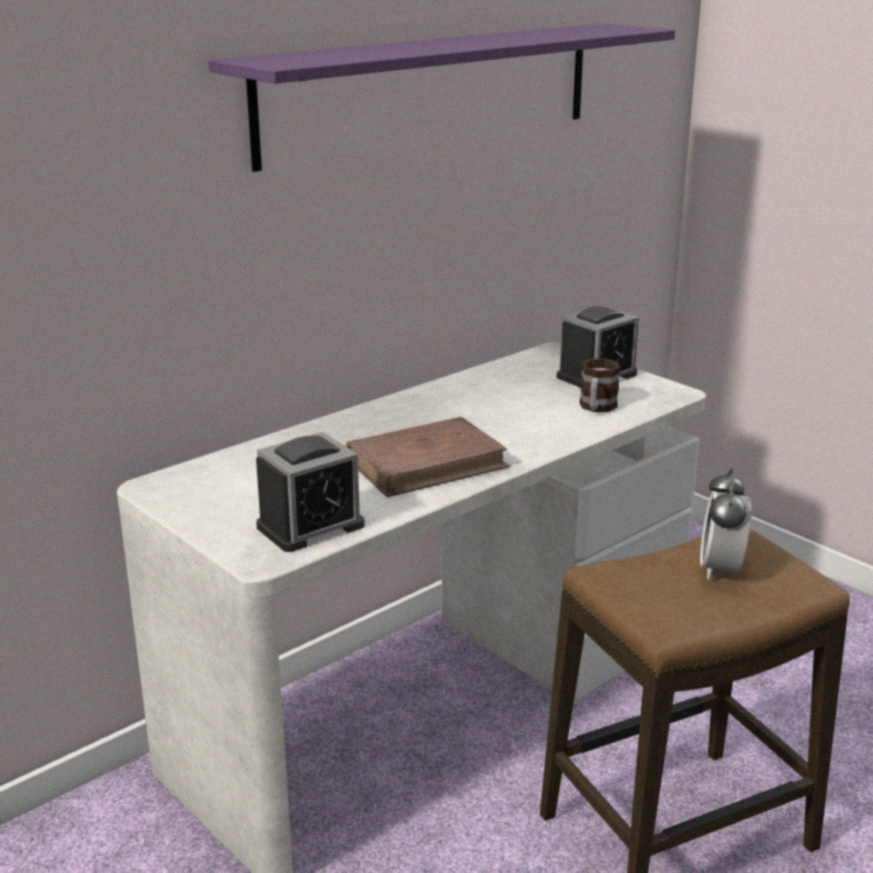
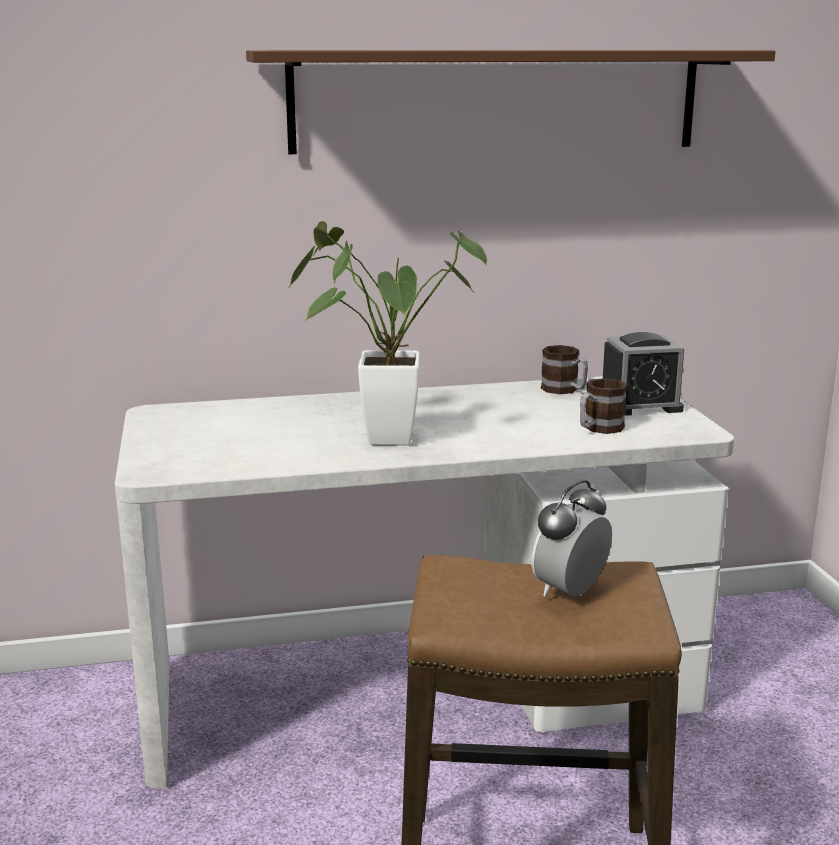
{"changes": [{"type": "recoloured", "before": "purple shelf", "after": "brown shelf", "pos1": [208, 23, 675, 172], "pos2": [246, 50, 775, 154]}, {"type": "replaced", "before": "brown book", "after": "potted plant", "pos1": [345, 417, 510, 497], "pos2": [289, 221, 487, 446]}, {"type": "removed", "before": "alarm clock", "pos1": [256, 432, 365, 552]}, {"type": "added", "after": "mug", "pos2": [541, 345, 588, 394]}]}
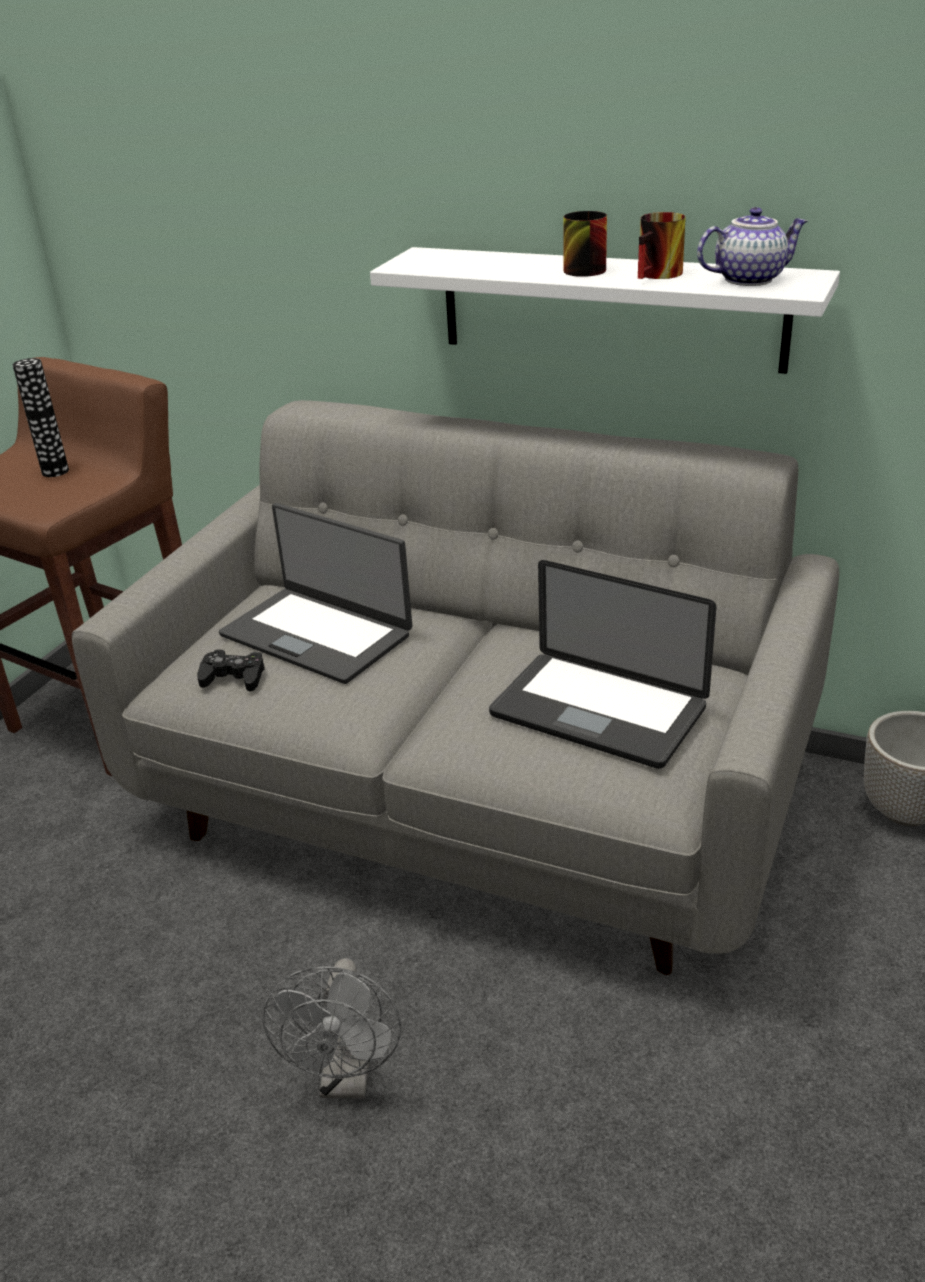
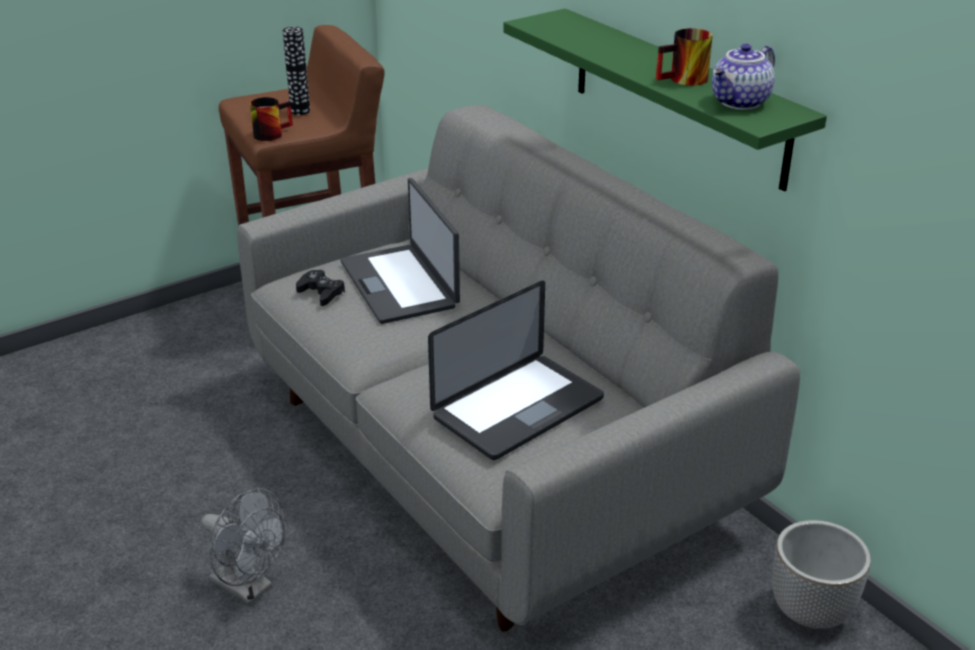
{"changes": [{"type": "turned", "before": "teapot", "pos1": [697, 207, 808, 286], "pos2": [712, 44, 775, 110], "turn": 120}, {"type": "moved", "before": "mug", "pos1": [563, 211, 607, 277], "pos2": [250, 97, 293, 141]}, {"type": "recoloured", "before": "white shelf", "after": "green shelf", "pos1": [370, 247, 840, 374], "pos2": [503, 8, 827, 191]}, {"type": "turned", "before": "laptop", "pos1": [489, 560, 716, 769], "pos2": [428, 281, 604, 460], "turn": -105}, {"type": "turned", "before": "grey fan", "pos1": [263, 958, 401, 1099], "pos2": [201, 488, 285, 604], "turn": -90}]}
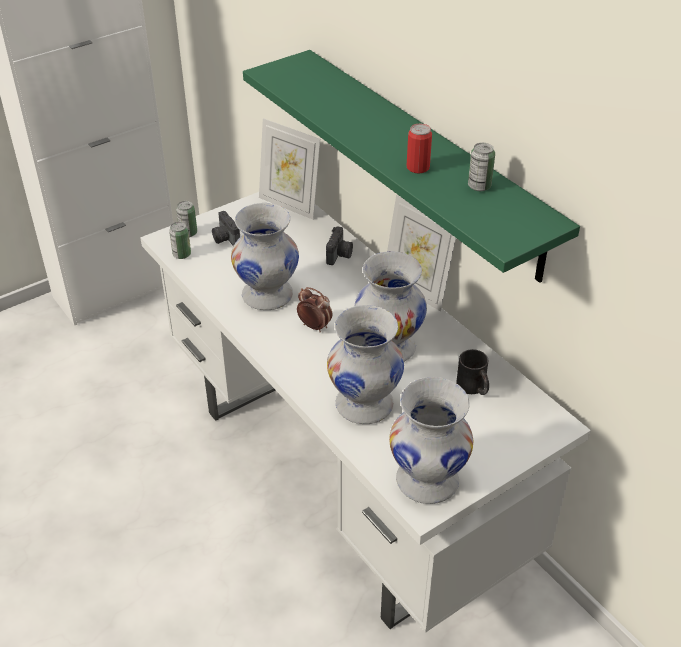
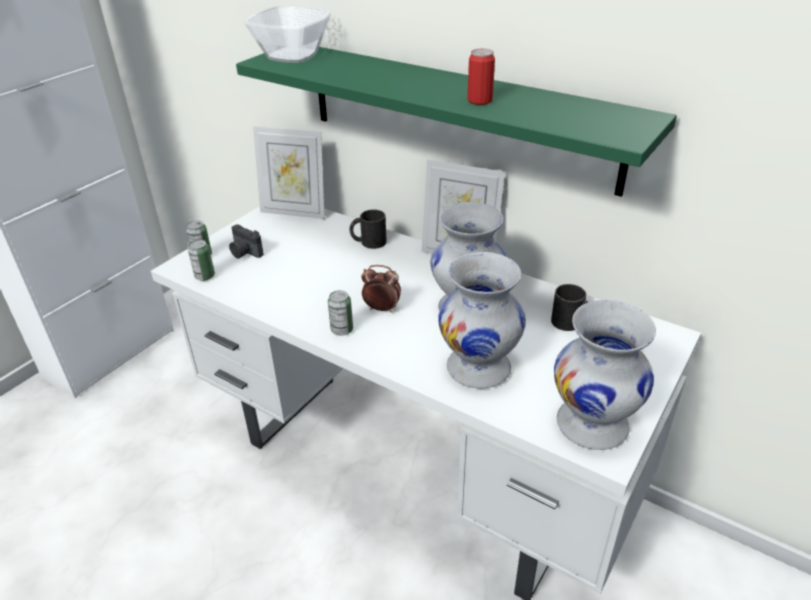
{"changes": [{"type": "moved", "before": "can", "pos1": [468, 143, 495, 191], "pos2": [328, 290, 353, 335]}, {"type": "removed", "before": "white vase", "pos1": [231, 203, 299, 310]}, {"type": "replaced", "before": "photo camera", "after": "black mug", "pos1": [326, 226, 353, 265], "pos2": [350, 209, 387, 249]}, {"type": "added", "after": "bowl", "pos2": [244, 6, 331, 63]}]}
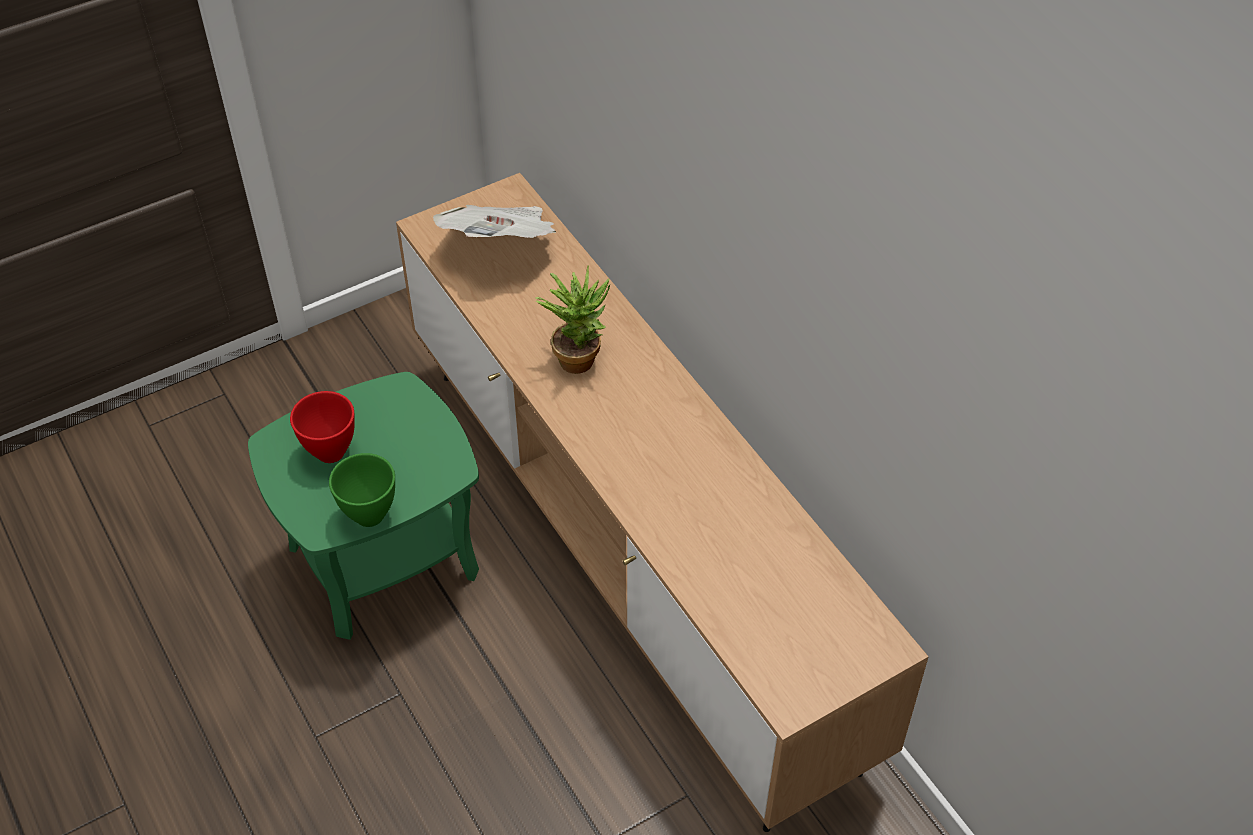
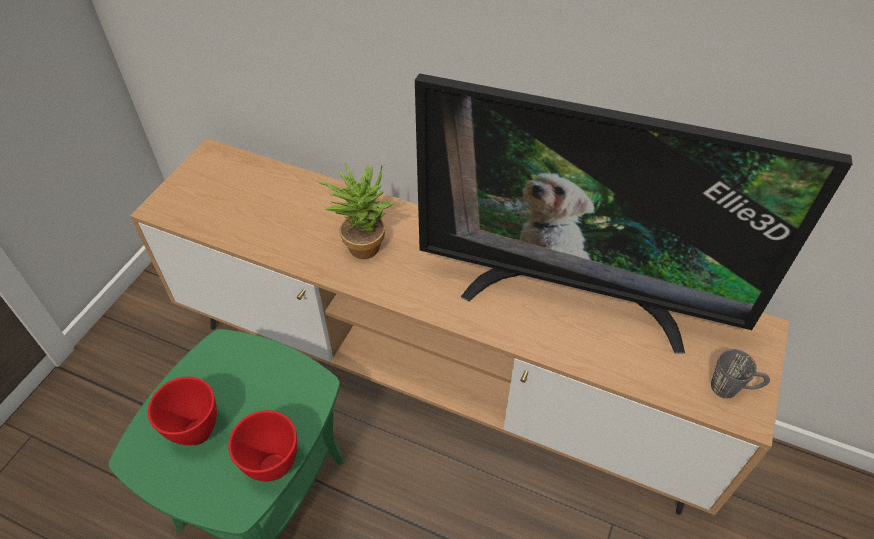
{"changes": [{"type": "removed", "before": "newspaper", "pos1": [433, 205, 556, 238]}, {"type": "recoloured", "before": "green bowl", "after": "red bowl", "pos1": [329, 453, 395, 527], "pos2": [228, 410, 297, 482]}, {"type": "added", "after": "television", "pos2": [415, 73, 853, 354]}, {"type": "added", "after": "grey mug", "pos2": [711, 349, 770, 398]}]}
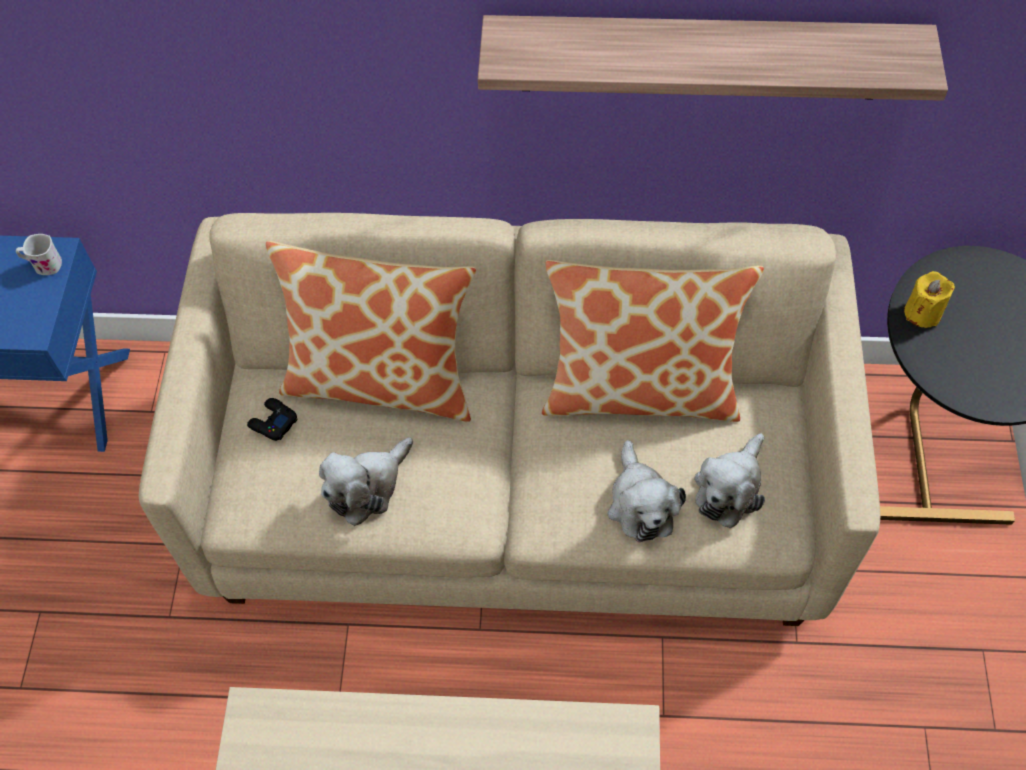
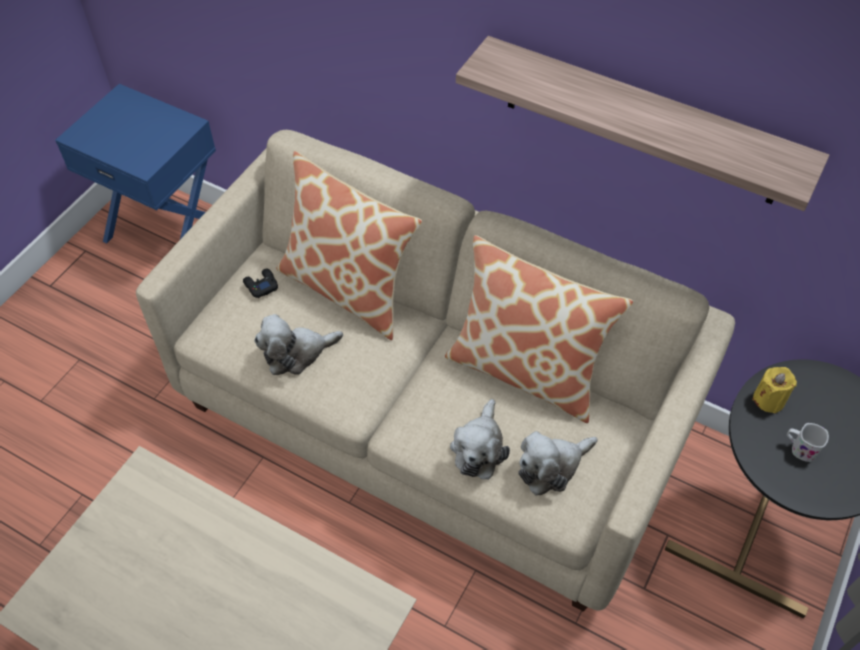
{"changes": [{"type": "moved", "before": "white mug", "pos1": [16, 234, 62, 275], "pos2": [787, 423, 829, 462]}]}
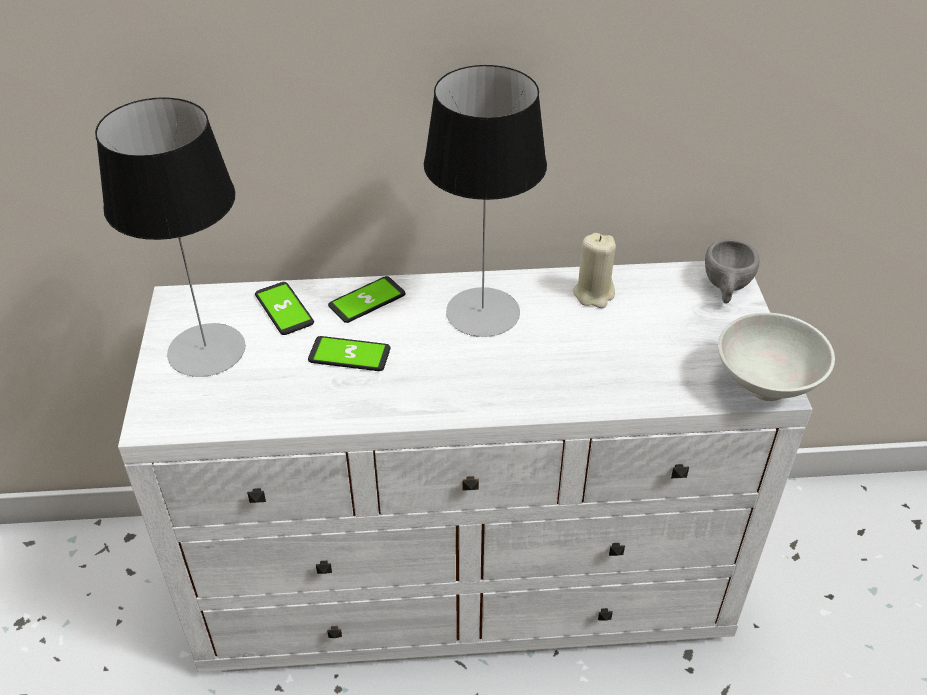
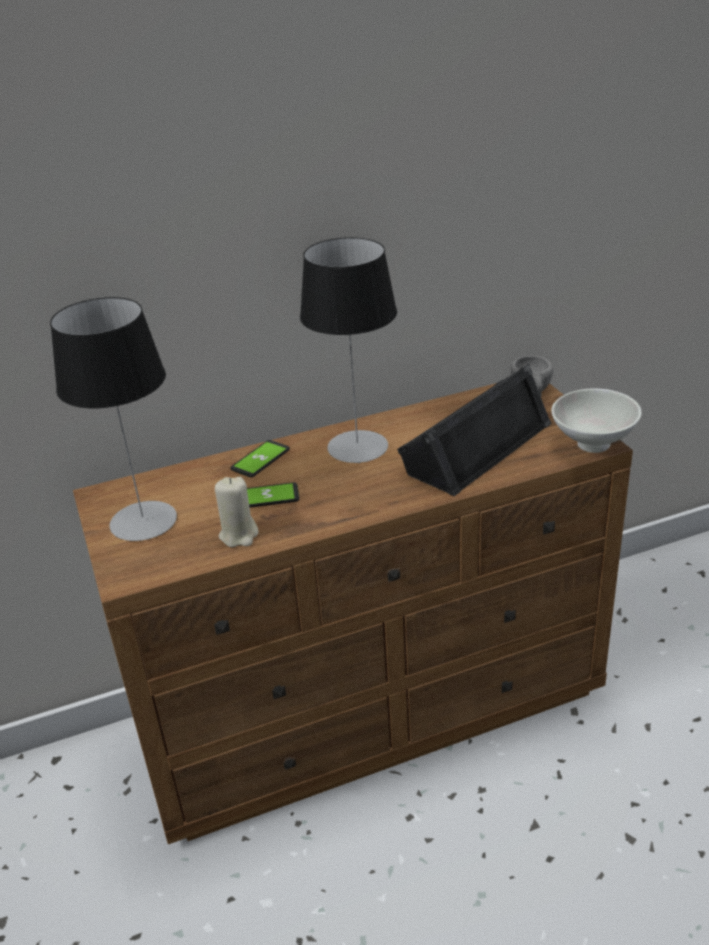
{"changes": [{"type": "moved", "before": "beige candle", "pos1": [573, 233, 616, 308], "pos2": [215, 477, 258, 547]}, {"type": "recoloured", "before": "white dresser", "after": "brown dresser", "pos1": [118, 261, 812, 672], "pos2": [73, 383, 633, 844]}, {"type": "removed", "before": "phone", "pos1": [255, 282, 314, 335]}, {"type": "added", "after": "black speaker", "pos2": [397, 363, 552, 496]}]}
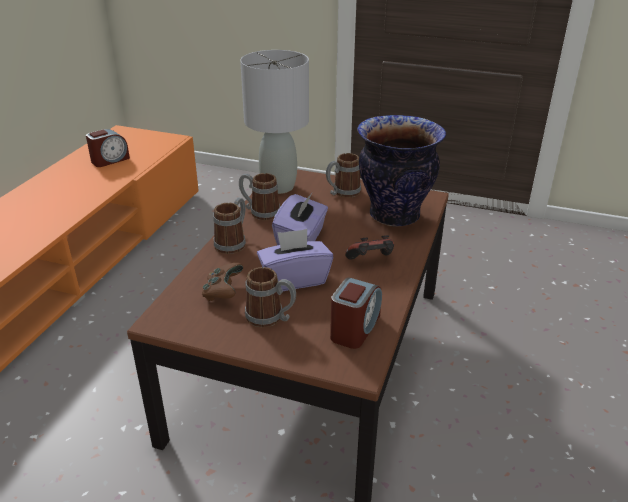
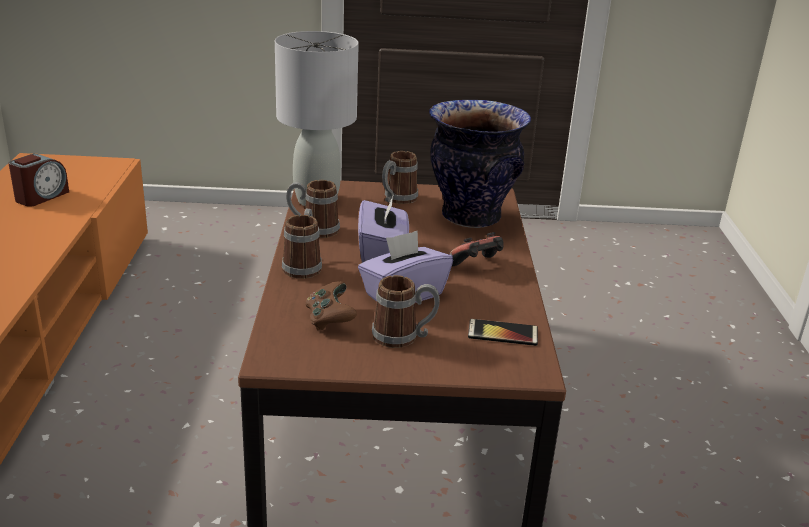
{"changes": [{"type": "replaced", "before": "alarm clock", "after": "phone", "pos1": [330, 277, 382, 349], "pos2": [468, 319, 538, 346]}]}
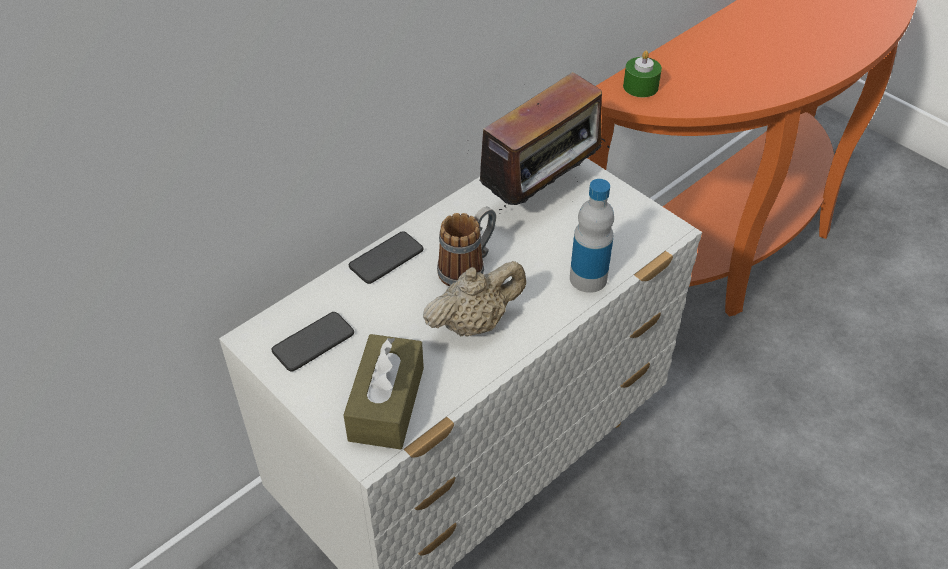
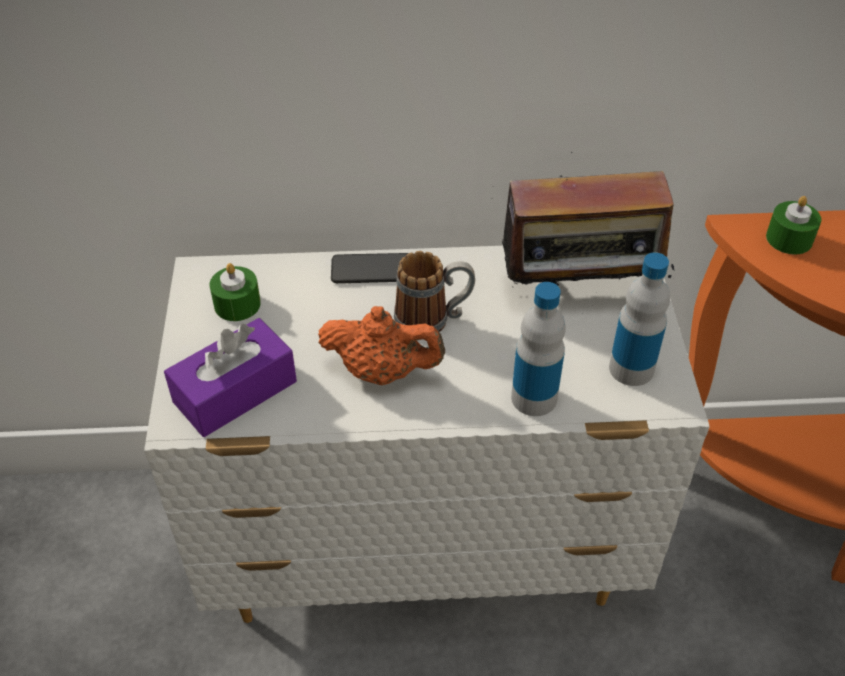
{"changes": [{"type": "recoloured", "before": "beige teapot", "after": "orange teapot", "pos1": [423, 261, 526, 336], "pos2": [318, 306, 445, 385]}, {"type": "replaced", "before": "phone", "after": "green candle", "pos1": [272, 312, 354, 372], "pos2": [209, 263, 261, 321]}, {"type": "recoloured", "before": "brown tissue box", "after": "purple tissue box", "pos1": [343, 334, 424, 449], "pos2": [164, 318, 297, 437]}, {"type": "added", "after": "bottle", "pos2": [609, 252, 670, 386]}]}
